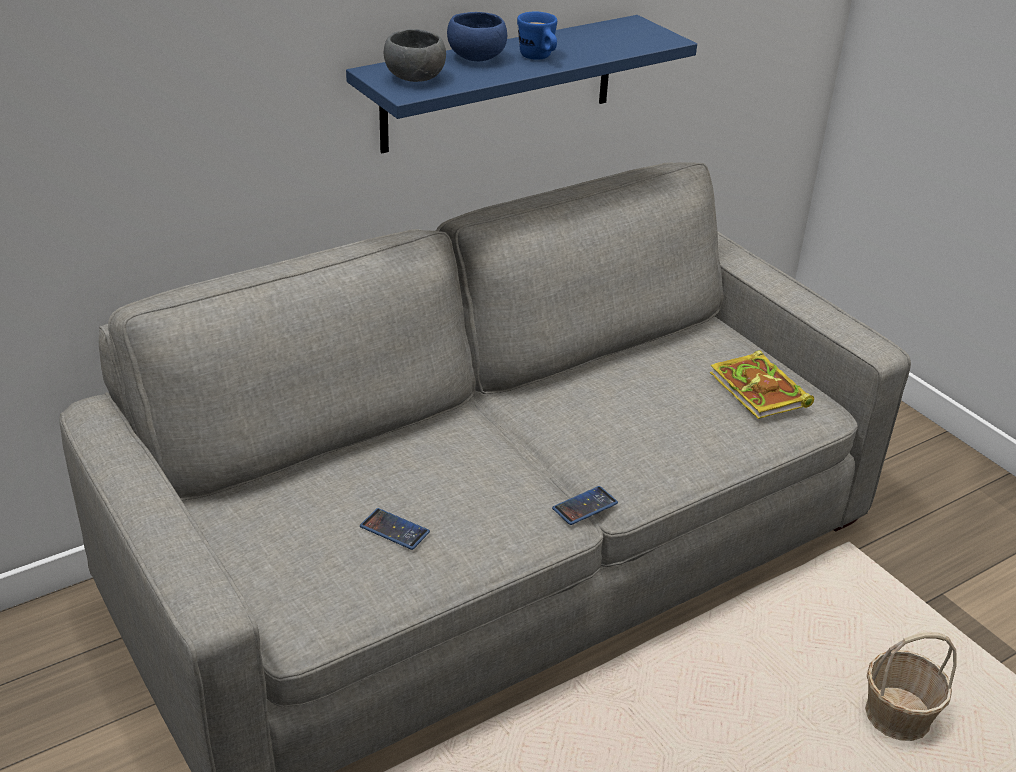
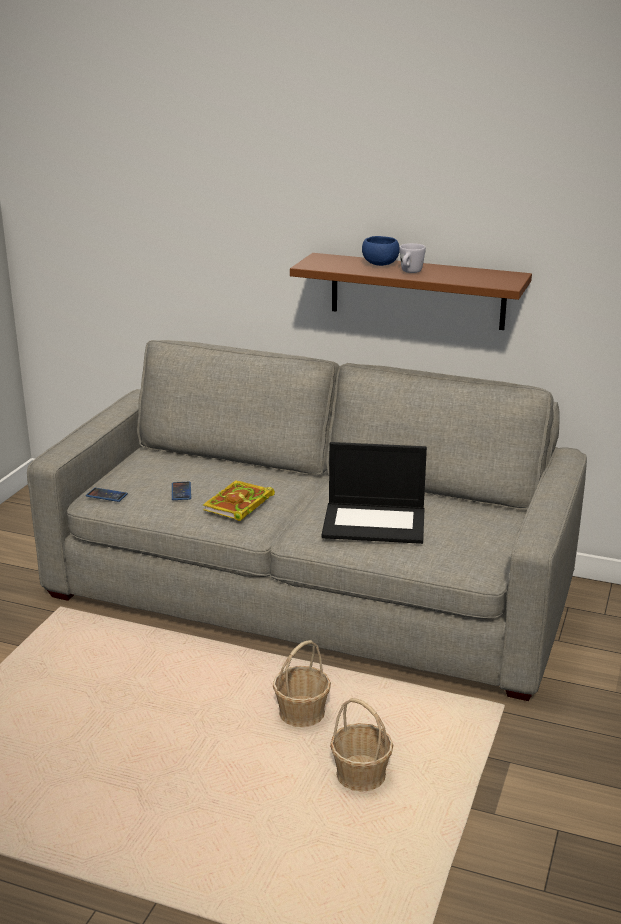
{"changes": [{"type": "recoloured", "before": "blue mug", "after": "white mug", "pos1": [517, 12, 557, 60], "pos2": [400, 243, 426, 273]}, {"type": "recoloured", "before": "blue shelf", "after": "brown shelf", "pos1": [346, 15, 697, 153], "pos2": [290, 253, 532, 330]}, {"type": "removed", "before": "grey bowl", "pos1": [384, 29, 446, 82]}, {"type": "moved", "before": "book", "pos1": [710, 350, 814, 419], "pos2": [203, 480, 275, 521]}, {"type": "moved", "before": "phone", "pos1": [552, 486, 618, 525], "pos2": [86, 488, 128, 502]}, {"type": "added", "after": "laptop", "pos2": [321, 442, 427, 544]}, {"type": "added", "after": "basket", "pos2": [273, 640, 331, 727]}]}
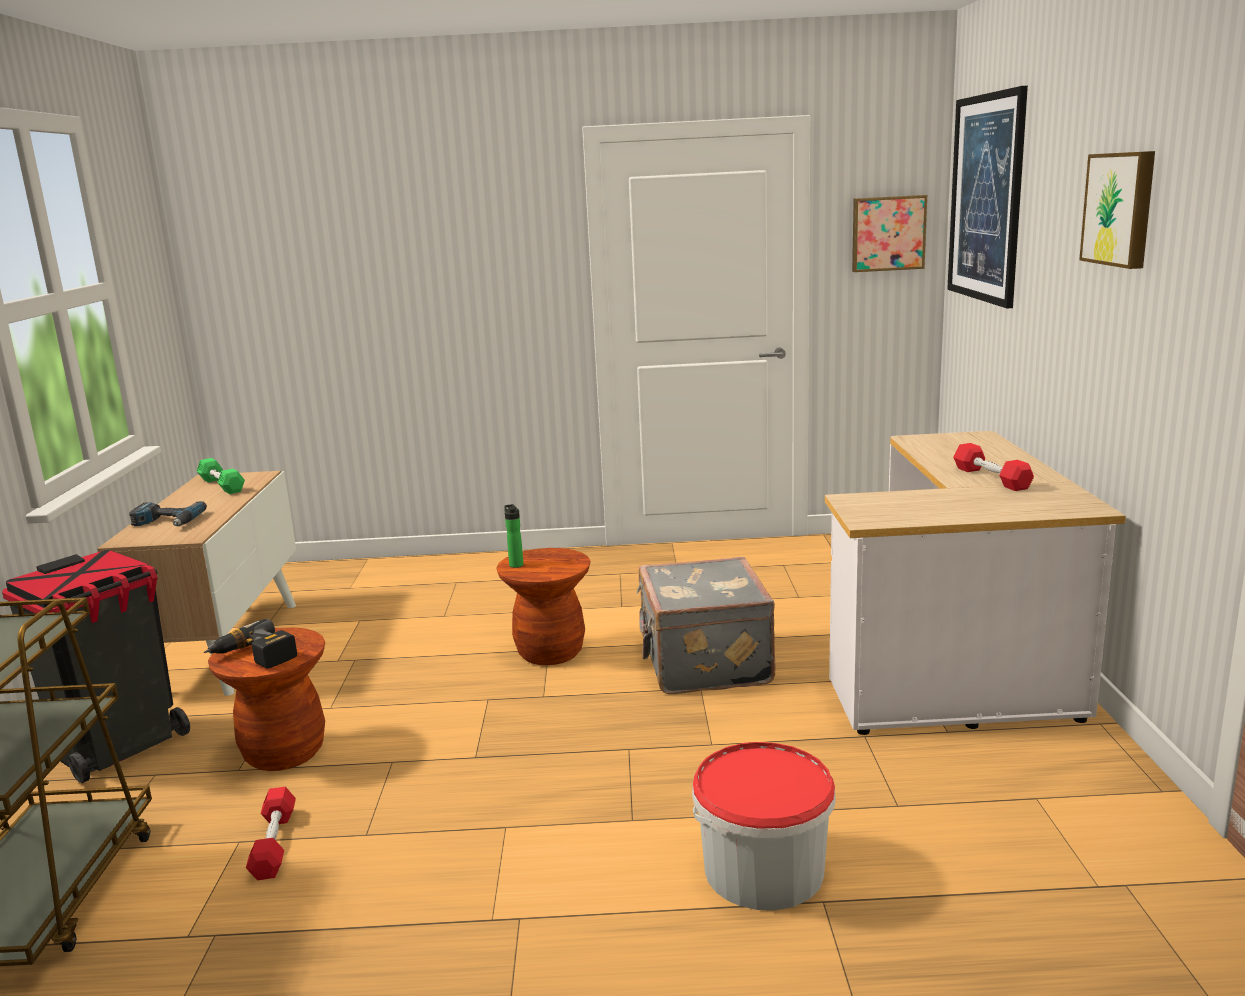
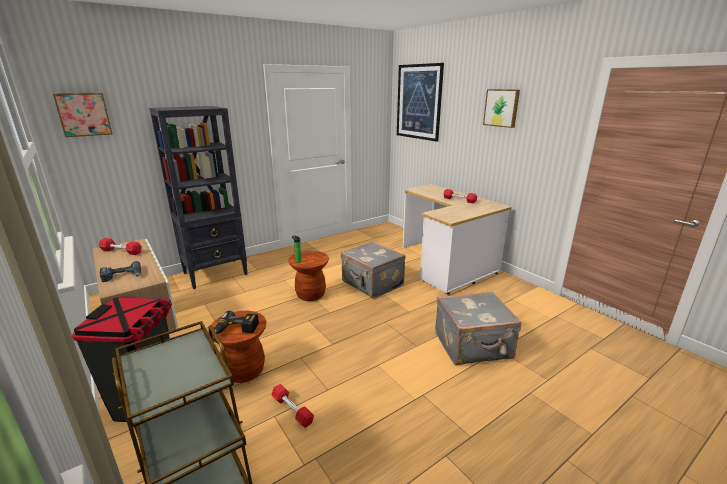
{"changes": [{"type": "moved", "before": "picture", "pos1": [852, 195, 927, 272], "pos2": [53, 93, 113, 137]}, {"type": "recoloured", "before": "green dumbbell", "after": "red dumbbell", "pos1": [197, 458, 245, 494], "pos2": [99, 238, 142, 255]}, {"type": "replaced", "before": "bucket", "after": "grey suitcase", "pos1": [692, 742, 836, 910], "pos2": [435, 291, 522, 365]}, {"type": "added", "after": "black bookcase", "pos2": [149, 106, 248, 289]}]}
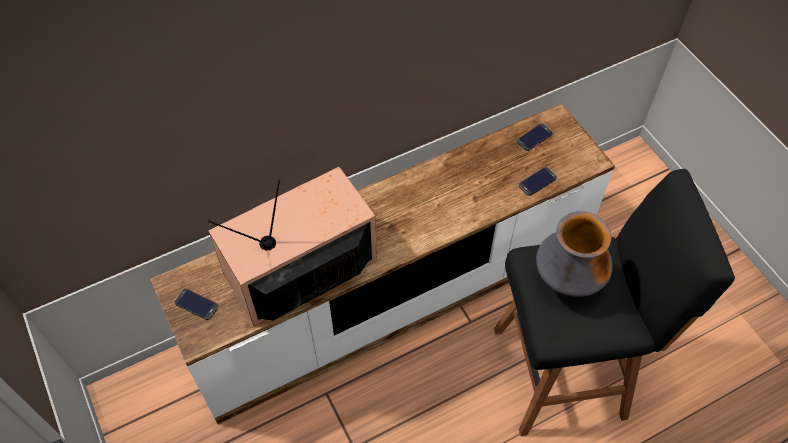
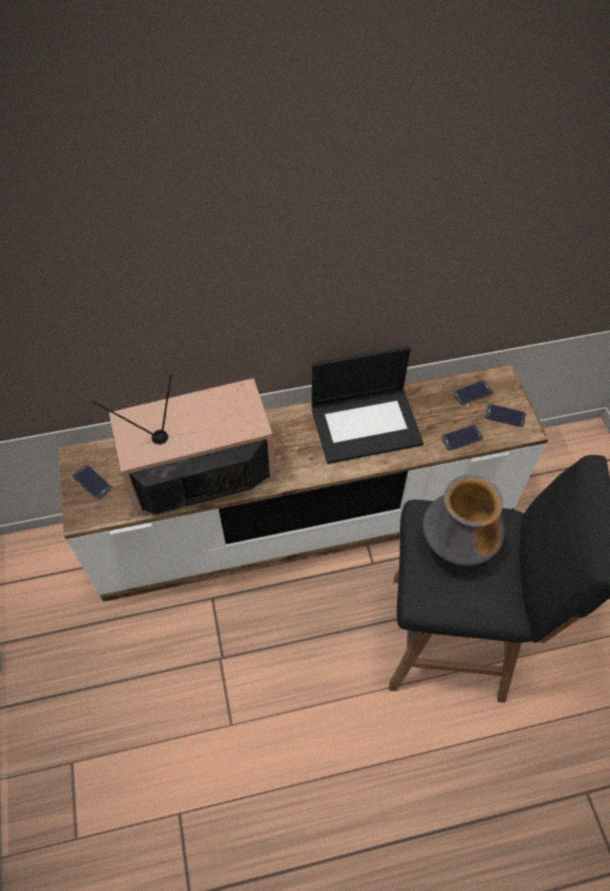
{"changes": [{"type": "added", "after": "laptop", "pos2": [312, 346, 424, 464]}, {"type": "added", "after": "phone", "pos2": [485, 404, 526, 427]}]}
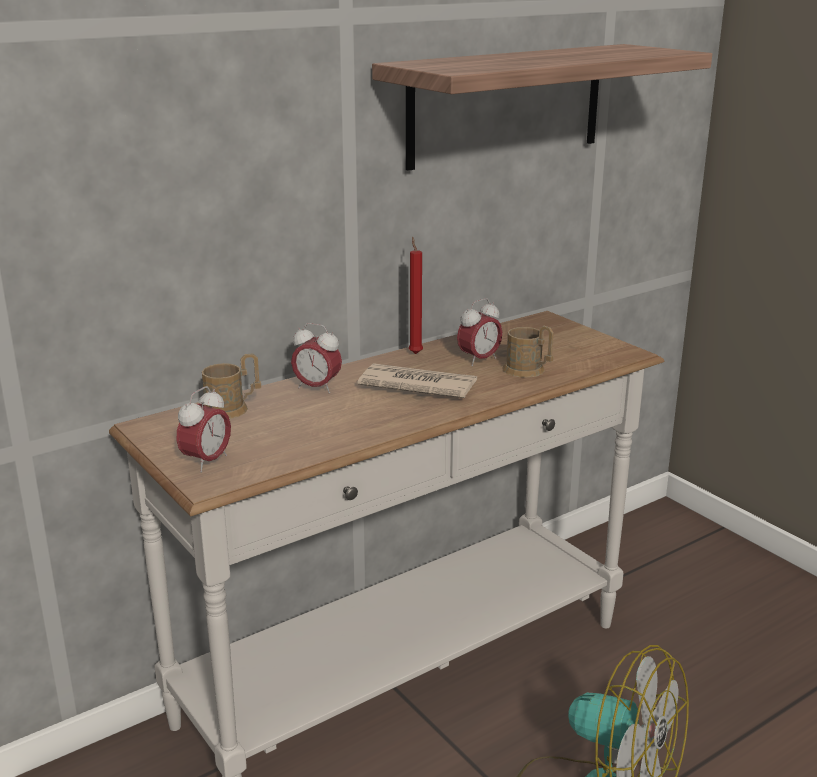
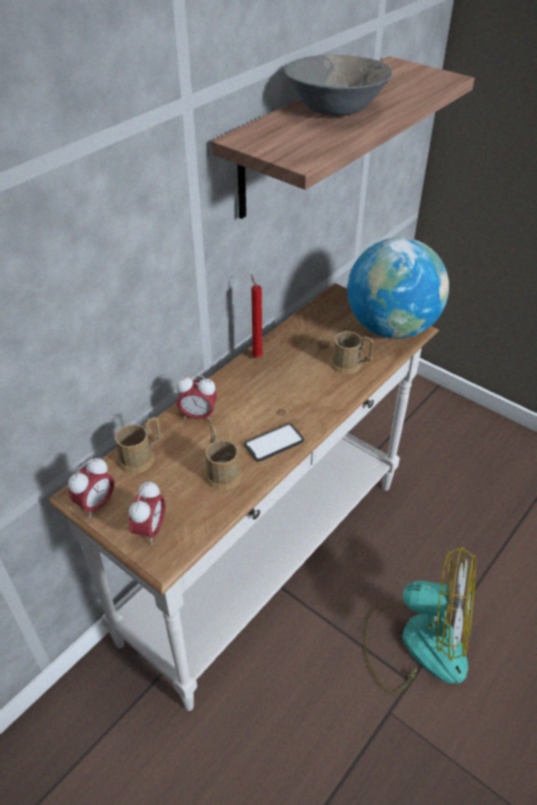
{"changes": [{"type": "moved", "before": "alarm clock", "pos1": [457, 298, 503, 366], "pos2": [68, 457, 114, 518]}, {"type": "removed", "before": "newspaper", "pos1": [357, 363, 477, 398]}, {"type": "added", "after": "grey bowl", "pos2": [284, 55, 393, 116]}, {"type": "added", "after": "globe", "pos2": [347, 237, 449, 339]}, {"type": "added", "after": "phone", "pos2": [244, 423, 304, 461]}, {"type": "added", "after": "brown mug", "pos2": [204, 424, 242, 490]}]}
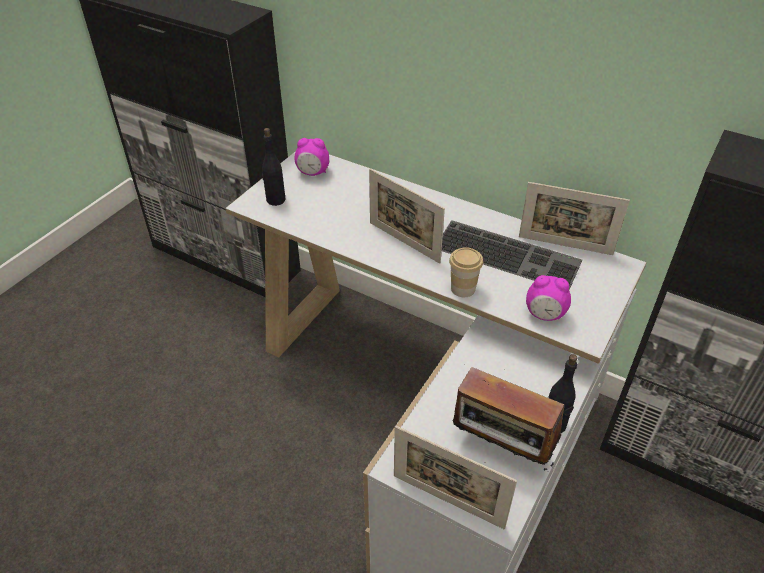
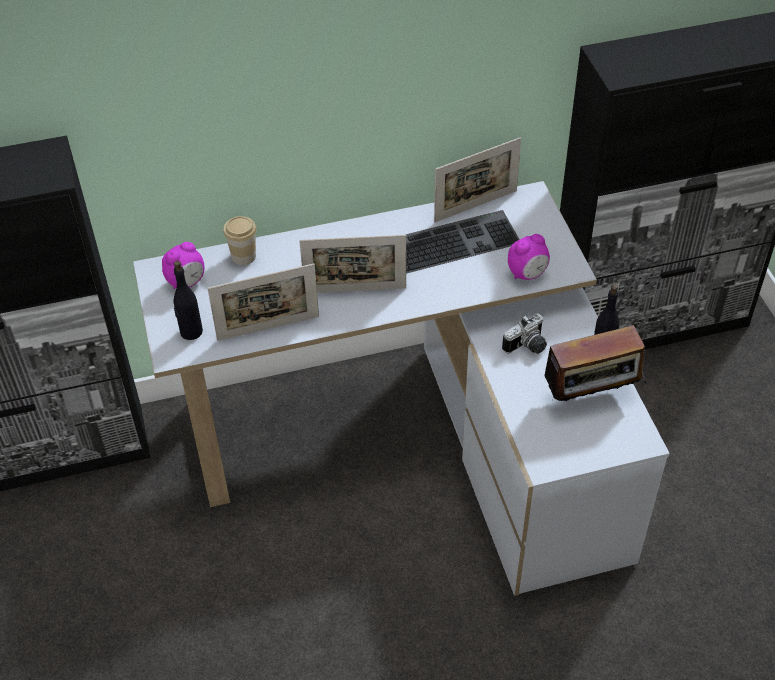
{"changes": [{"type": "moved", "before": "cup", "pos1": [449, 247, 483, 297], "pos2": [223, 216, 257, 265]}, {"type": "moved", "before": "picture frame", "pos1": [394, 426, 517, 529], "pos2": [207, 263, 319, 341]}, {"type": "added", "after": "photo camera", "pos2": [502, 313, 547, 354]}]}
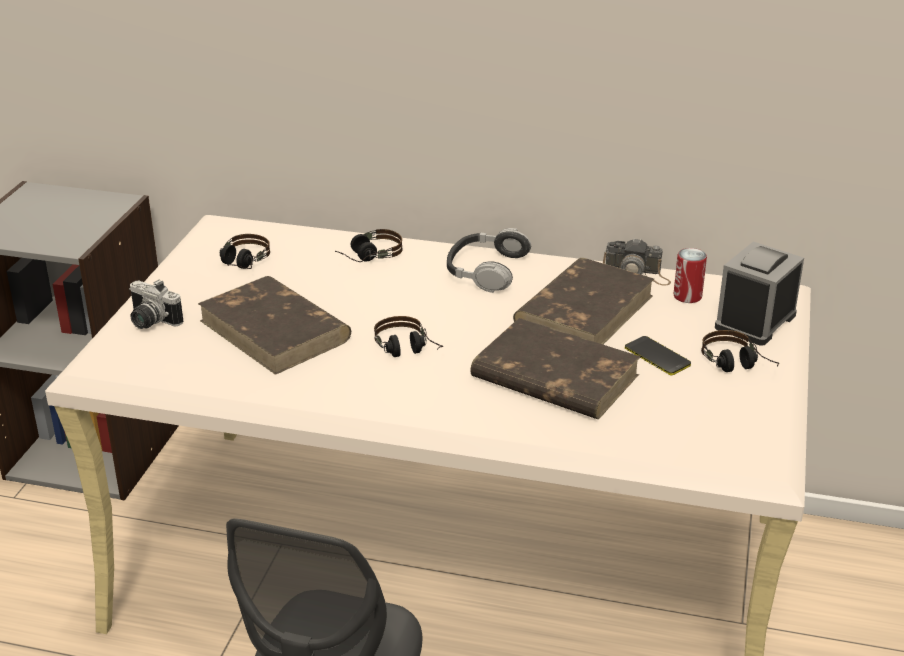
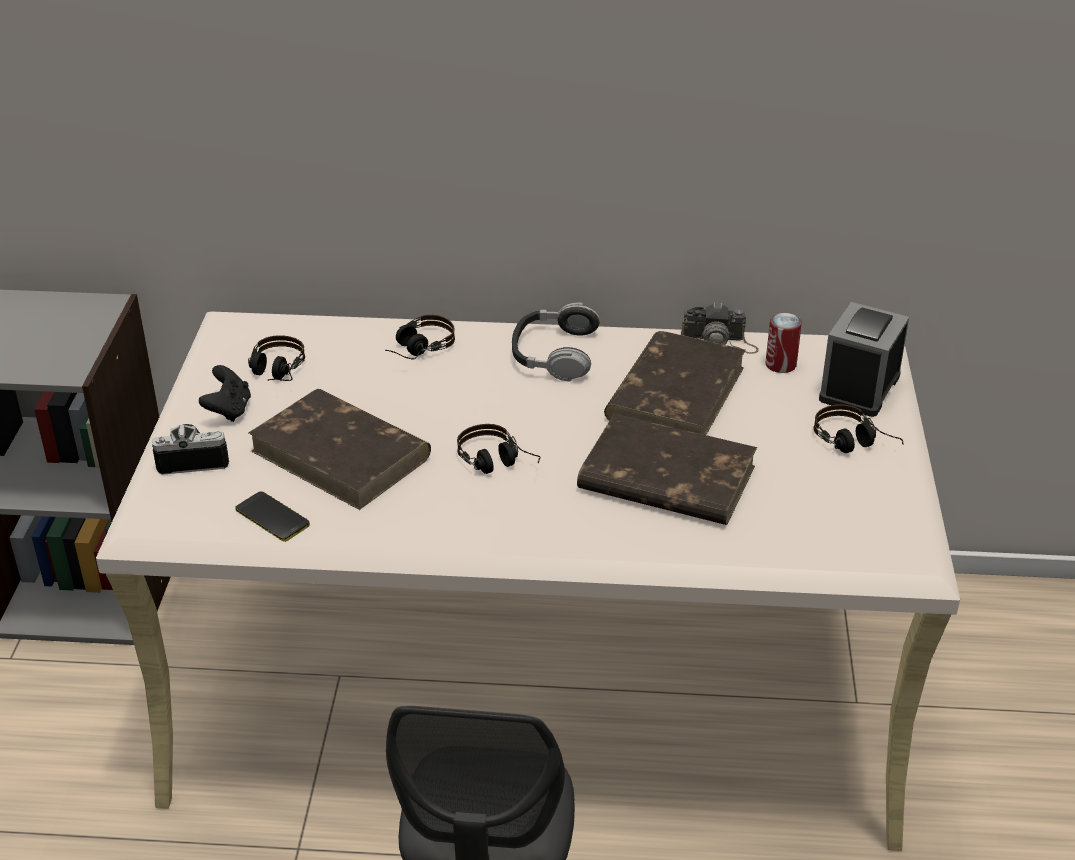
{"changes": [{"type": "turned", "before": "photo camera", "pos1": [129, 279, 183, 329], "pos2": [152, 424, 229, 475], "turn": 150}, {"type": "moved", "before": "phone", "pos1": [625, 336, 691, 376], "pos2": [235, 491, 310, 542]}, {"type": "added", "after": "black game controller", "pos2": [199, 365, 251, 422]}]}
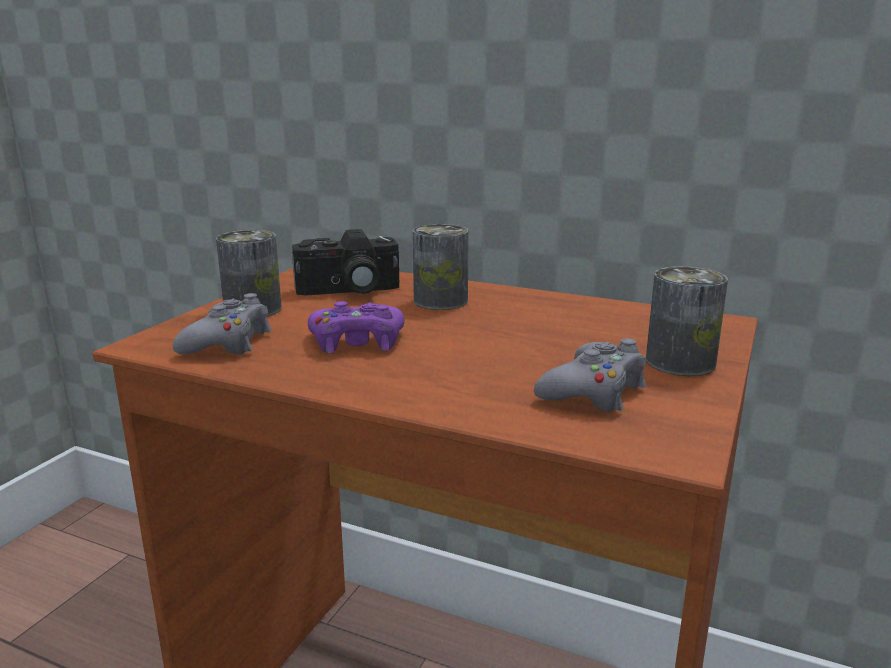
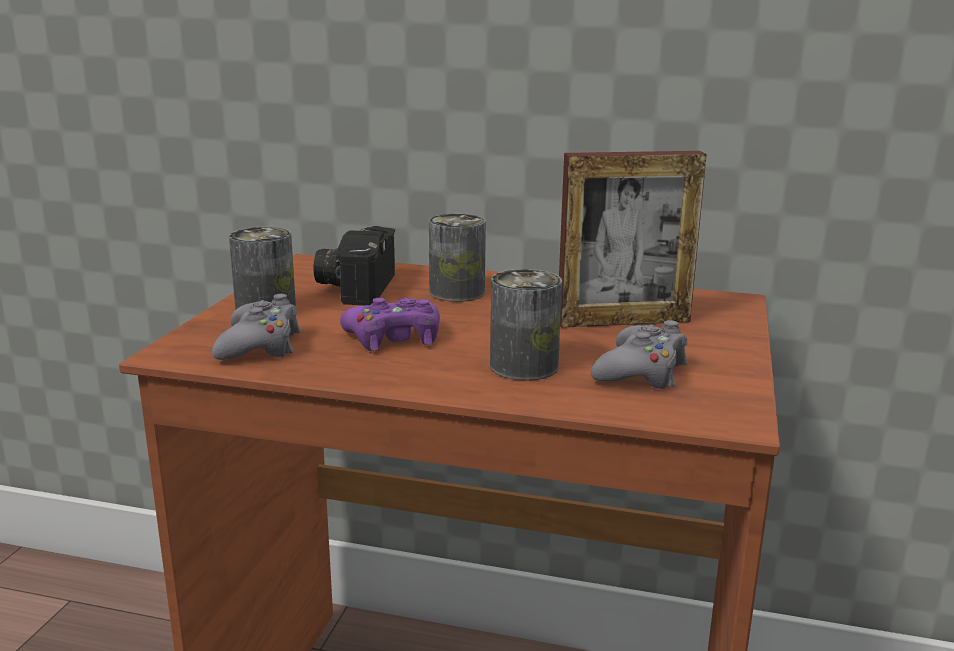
{"changes": [{"type": "turned", "before": "photo camera", "pos1": [292, 229, 400, 295], "pos2": [314, 226, 395, 305], "turn": 120}, {"type": "moved", "before": "can", "pos1": [646, 266, 728, 376], "pos2": [490, 269, 562, 380]}, {"type": "added", "after": "picture frame", "pos2": [559, 151, 707, 328]}]}
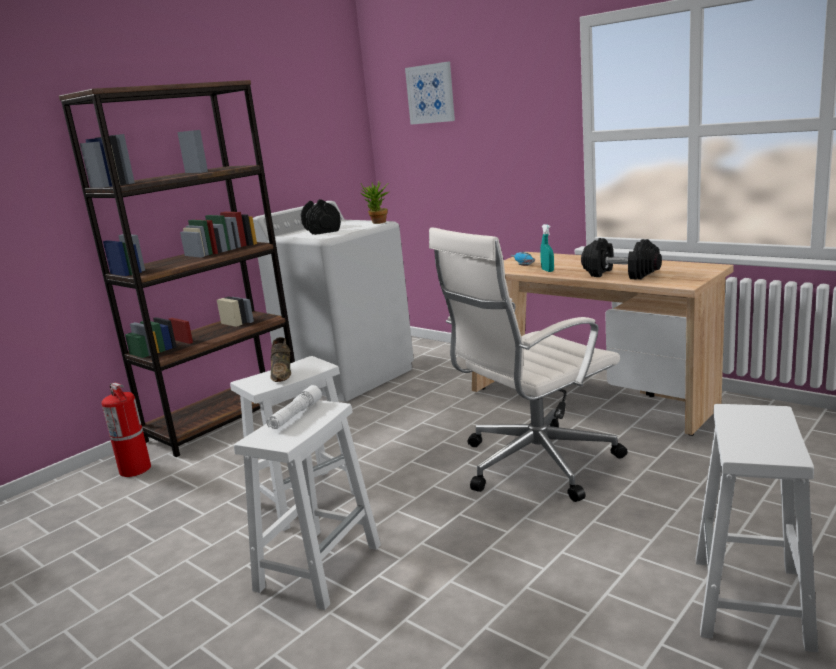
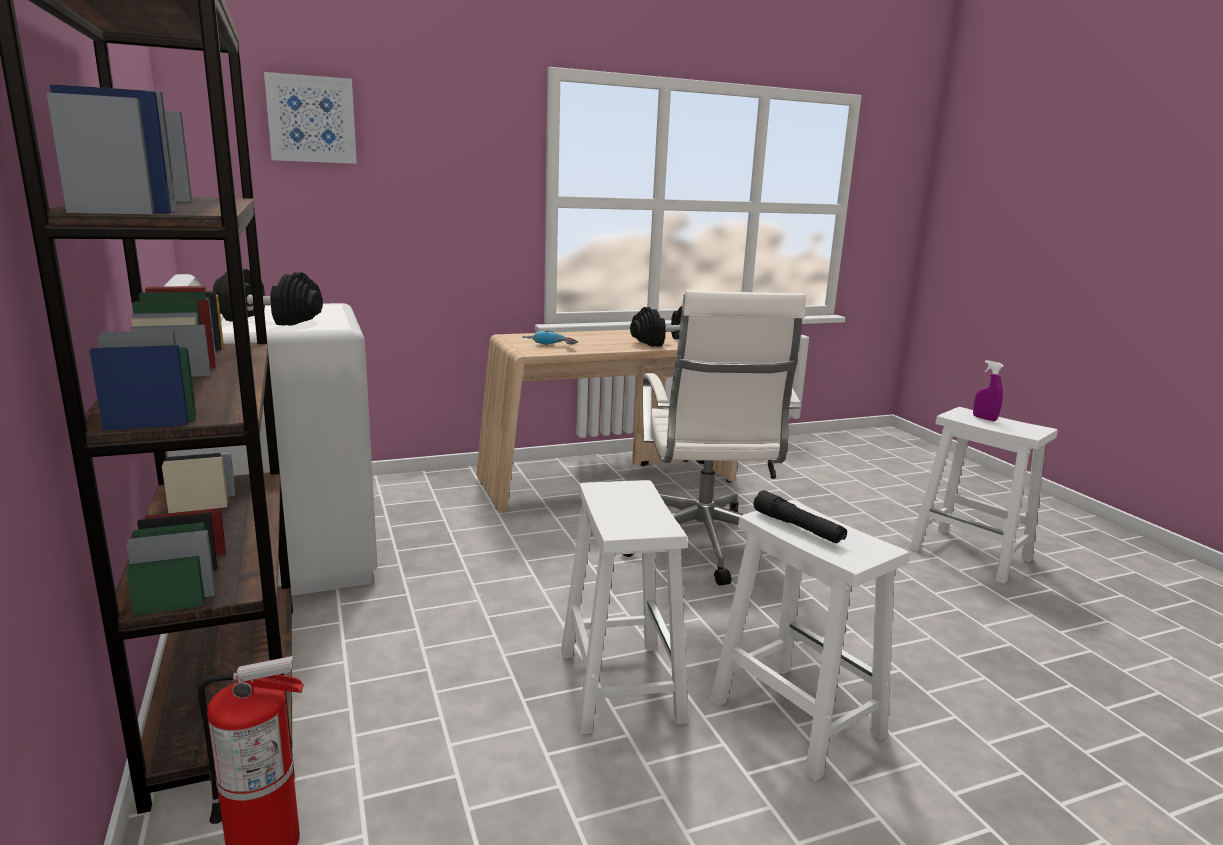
{"changes": [{"type": "removed", "before": "potted plant", "pos1": [361, 182, 390, 224]}, {"type": "removed", "before": "turquoise spray bottle", "pos1": [540, 224, 554, 272]}, {"type": "removed", "before": "brown shoe", "pos1": [270, 337, 291, 382]}, {"type": "recoloured", "before": "white flashlight", "after": "black flashlight", "pos1": [267, 385, 322, 429], "pos2": [754, 490, 847, 543]}, {"type": "added", "after": "purple spray bottle", "pos2": [973, 360, 1004, 421]}]}
